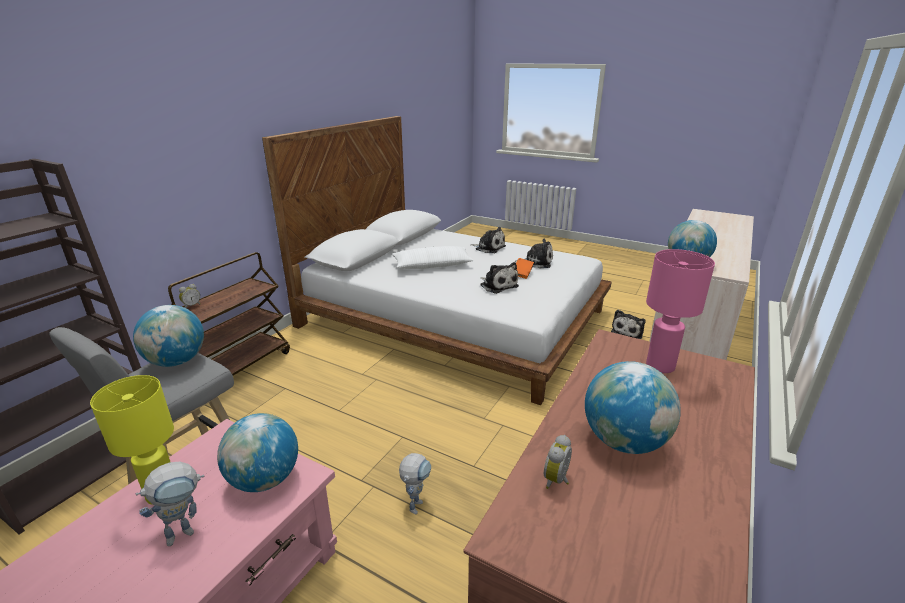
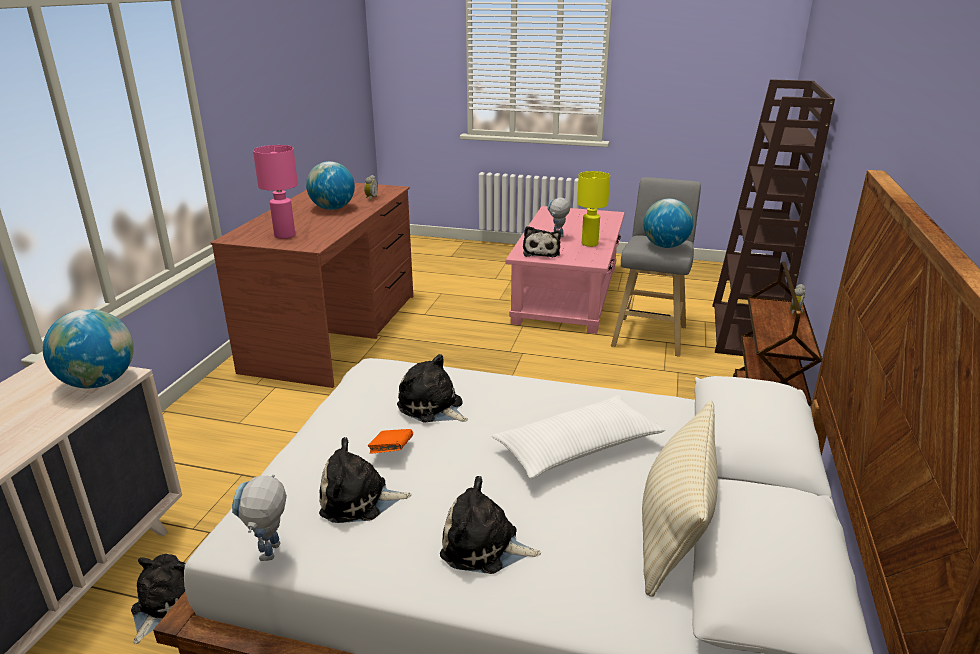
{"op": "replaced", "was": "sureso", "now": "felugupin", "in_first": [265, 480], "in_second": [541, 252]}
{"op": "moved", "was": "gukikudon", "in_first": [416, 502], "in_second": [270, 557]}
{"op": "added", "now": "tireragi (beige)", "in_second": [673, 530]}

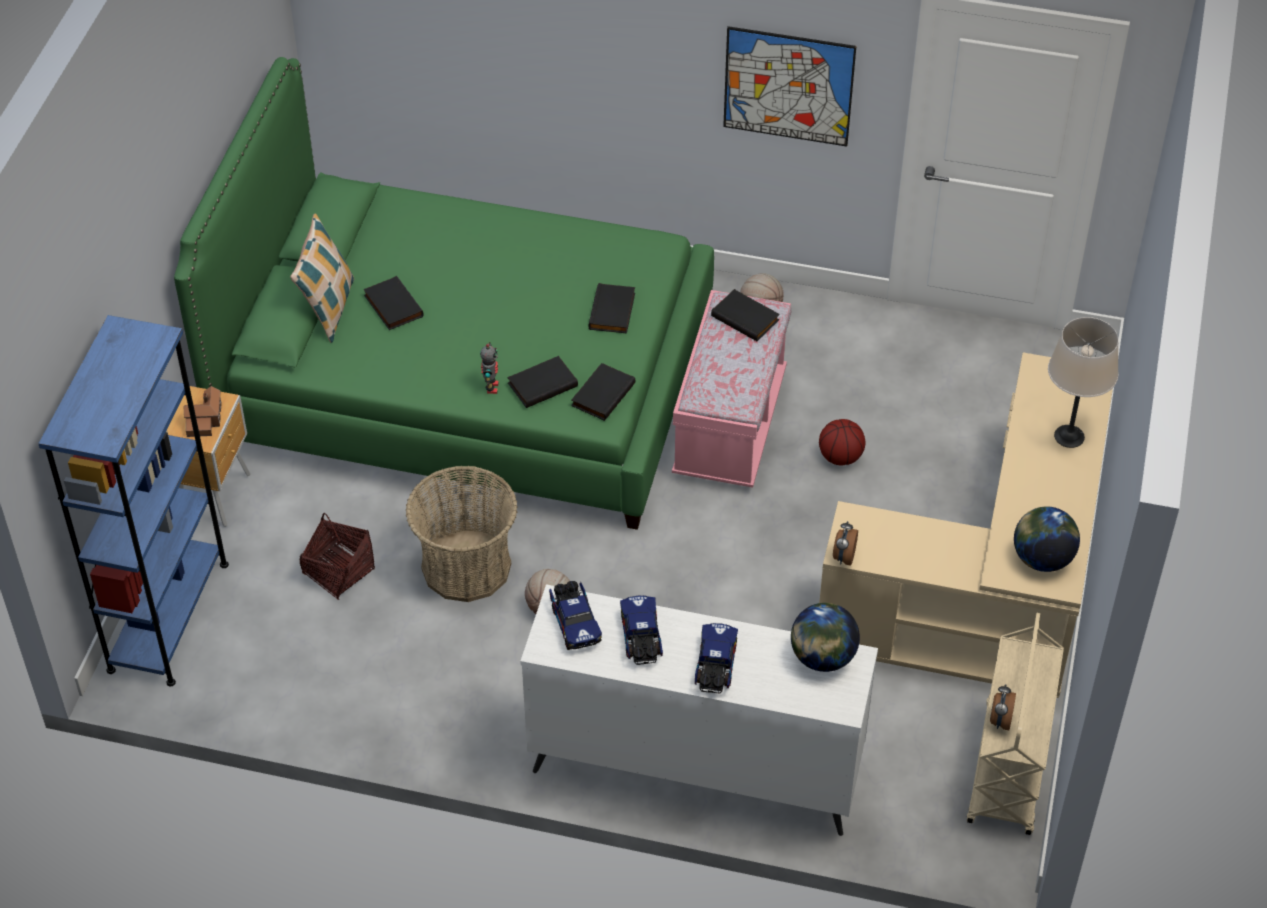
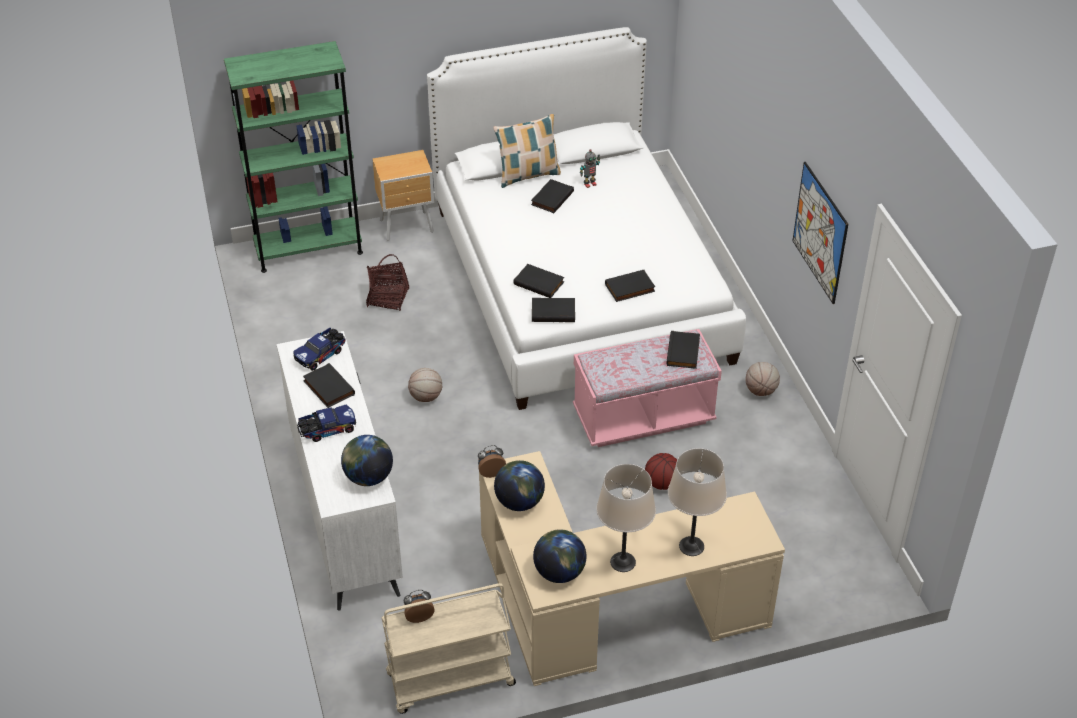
{"op": "recoloured", "was": "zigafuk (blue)", "now": "zigafuk (green)", "in_first": [168, 616], "in_second": [308, 249]}
{"op": "recoloured", "was": "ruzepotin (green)", "now": "ruzepotin (white)", "in_first": [465, 378], "in_second": [579, 283]}
{"op": "removed", "was": "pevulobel", "in_first": [205, 420]}
{"op": "removed", "was": "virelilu", "in_first": [466, 566]}
{"op": "moved", "was": "gukikudon", "in_first": [491, 387], "in_second": [589, 184]}
{"op": "replaced", "was": "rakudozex", "now": "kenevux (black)", "in_first": [641, 639], "in_second": [327, 388]}
{"op": "added", "now": "sureso", "in_second": [519, 502]}
{"op": "added", "now": "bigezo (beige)", "in_second": [623, 562]}

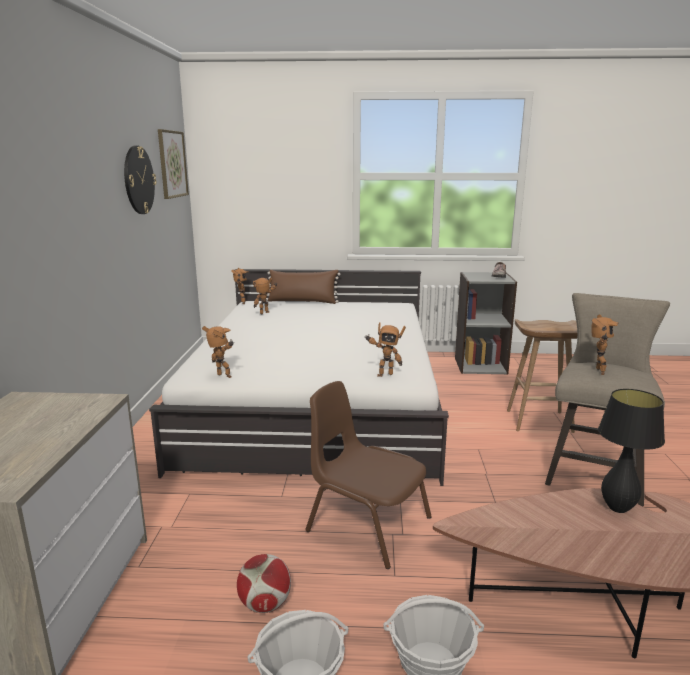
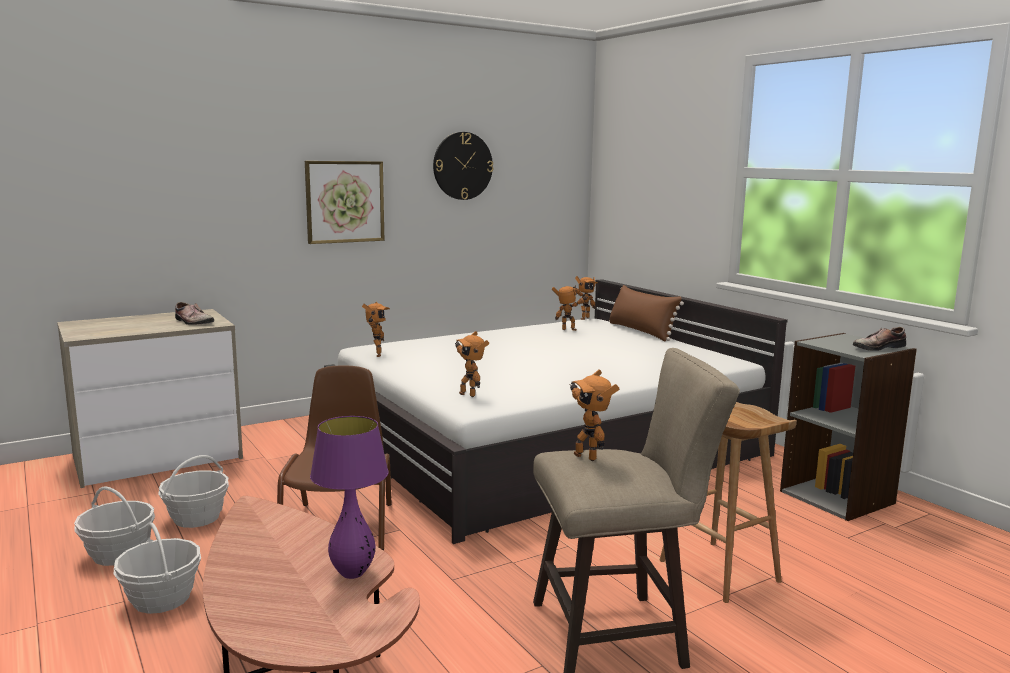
{"op": "moved", "was": "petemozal", "in_first": [172, 164], "in_second": [345, 201]}
{"op": "replaced", "was": "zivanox", "now": "virelilu", "in_first": [265, 604], "in_second": [196, 518]}
{"op": "turned", "was": "gukikudon", "in_first": [597, 371], "in_second": [587, 456], "clockwise": 75}
{"op": "recoloured", "was": "bigezo (black)", "now": "bigezo (purple)", "in_first": [617, 508], "in_second": [353, 573]}
{"op": "added", "now": "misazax", "in_second": [192, 322]}

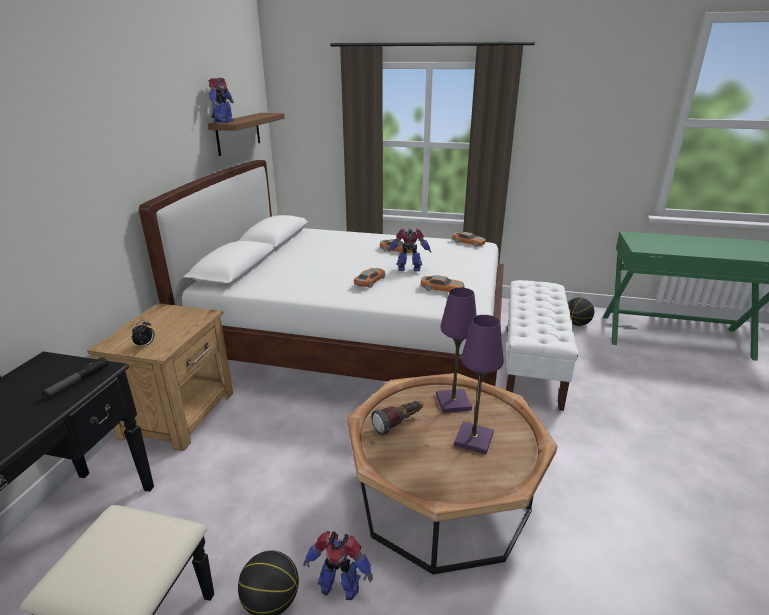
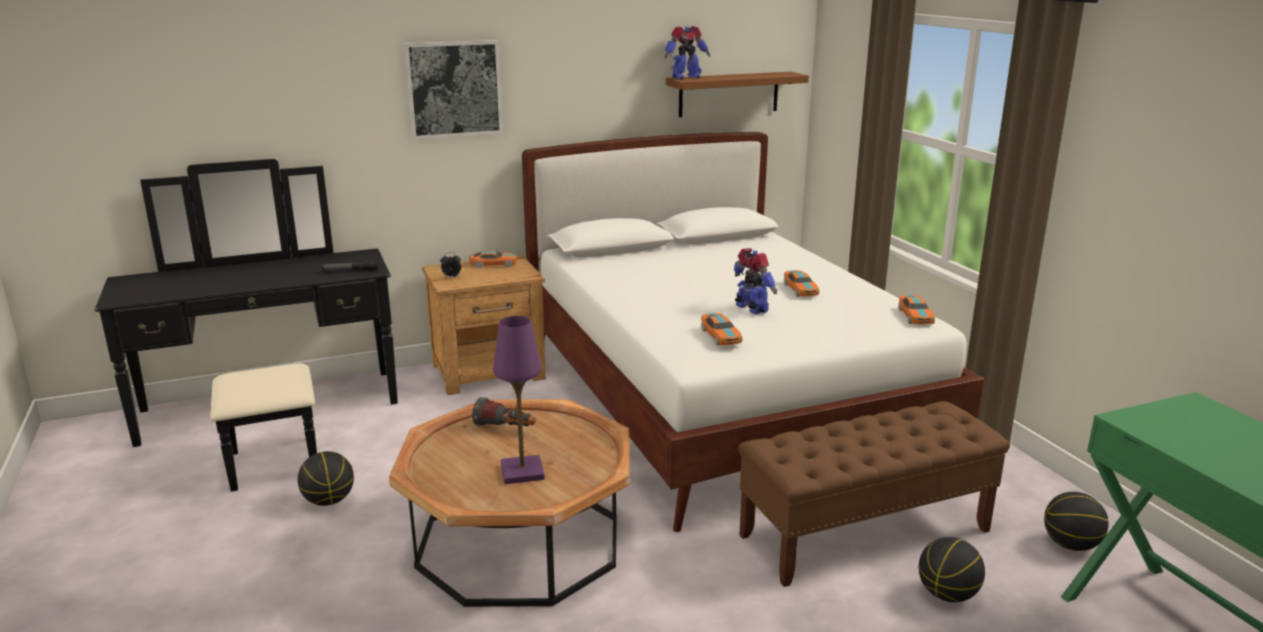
{"op": "removed", "was": "gukikudon", "in_first": [339, 586]}
{"op": "moved", "was": "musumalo", "in_first": [370, 281], "in_second": [493, 264]}
{"op": "removed", "was": "bigezo (purple)", "in_first": [453, 402]}
{"op": "recoloured", "was": "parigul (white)", "now": "parigul (brown)", "in_first": [531, 365], "in_second": [865, 533]}
{"op": "added", "now": "petemozal", "in_second": [454, 89]}
{"op": "added", "now": "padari", "in_second": [948, 595]}

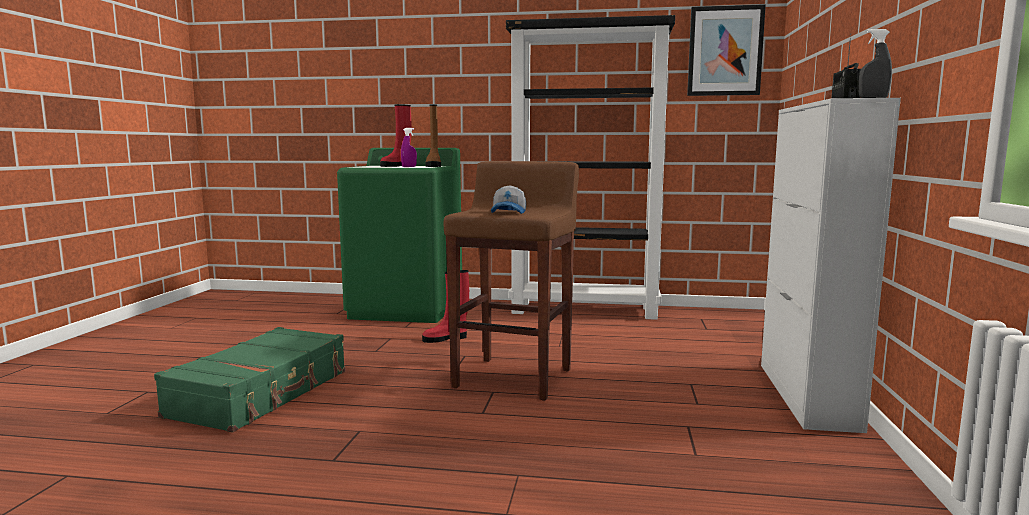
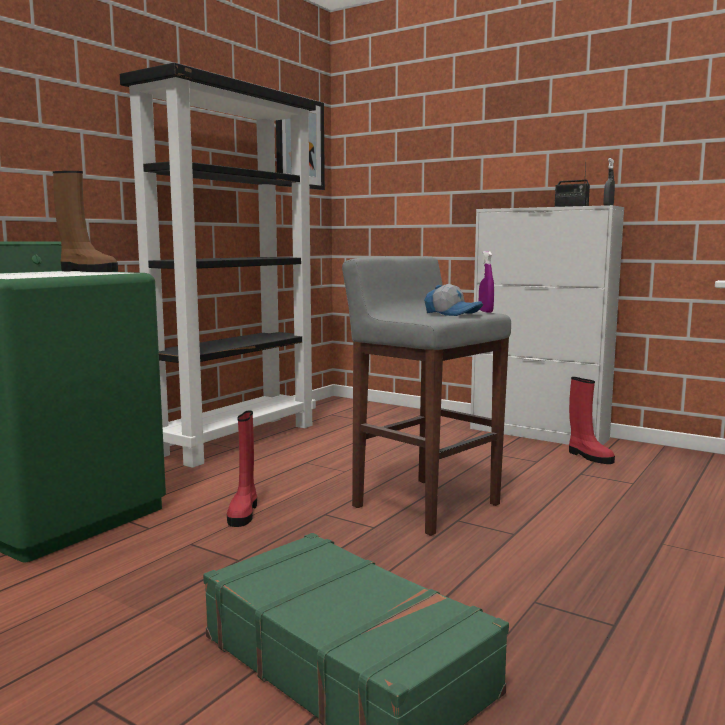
{"op": "moved", "was": "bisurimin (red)", "in_first": [397, 166], "in_second": [588, 456]}
{"op": "moved", "was": "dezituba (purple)", "in_first": [409, 167], "in_second": [485, 311]}
{"op": "recoloured", "was": "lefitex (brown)", "now": "lefitex (grey)", "in_first": [514, 378], "in_second": [424, 505]}

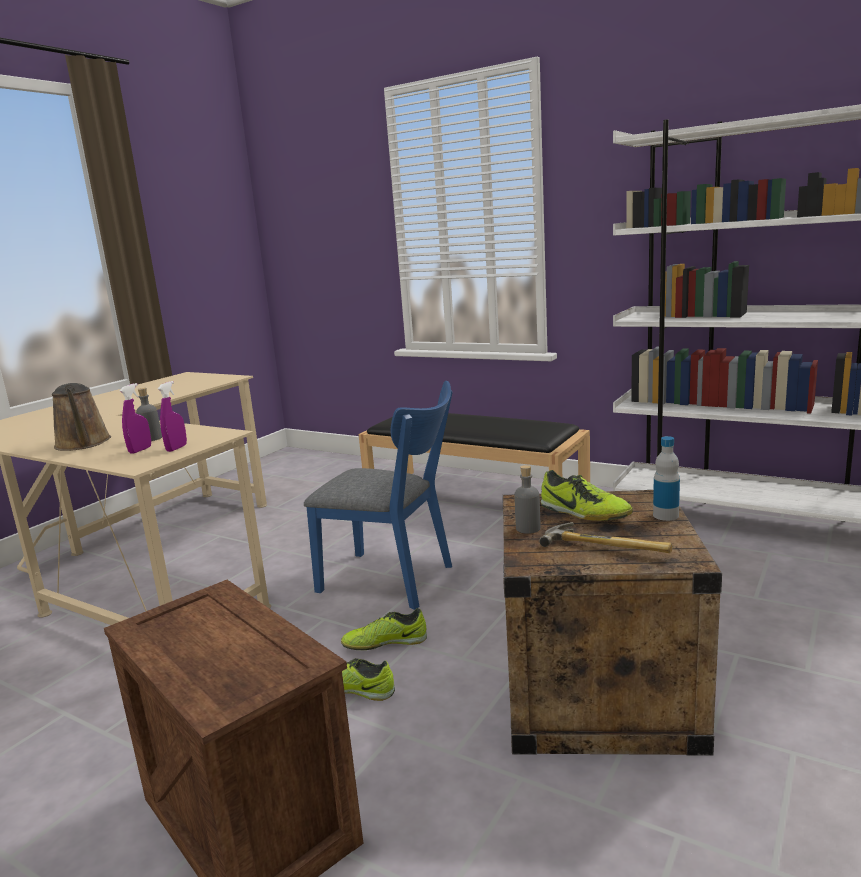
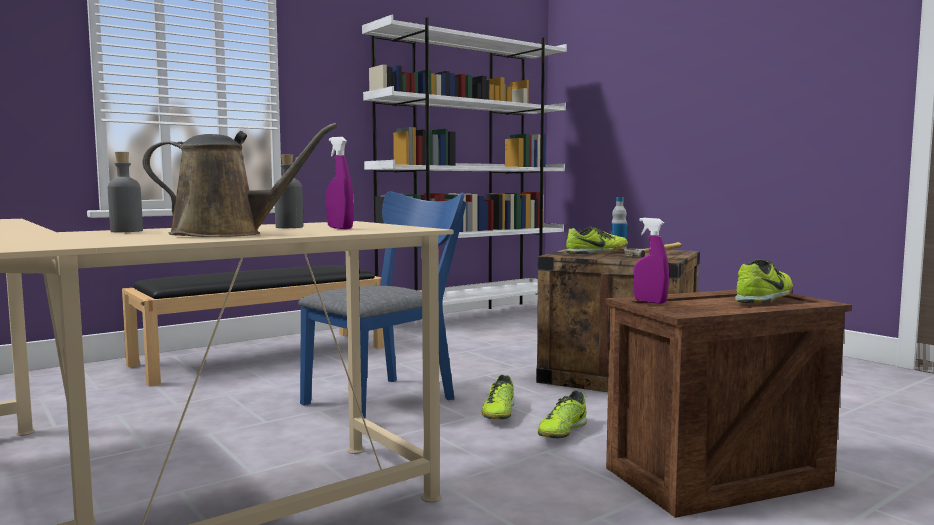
{"op": "moved", "was": "dezituba (purple)", "in_first": [176, 448], "in_second": [650, 302]}
{"op": "moved", "was": "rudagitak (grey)", "in_first": [528, 528], "in_second": [126, 231]}
{"op": "added", "now": "misazax", "in_second": [764, 297]}

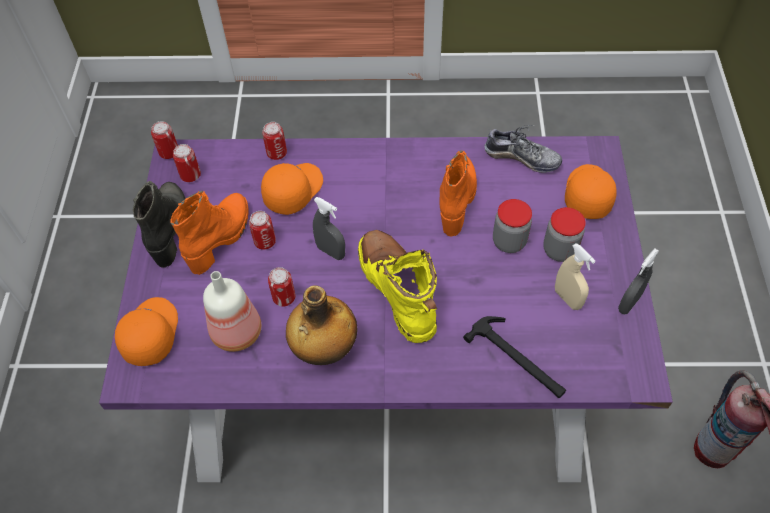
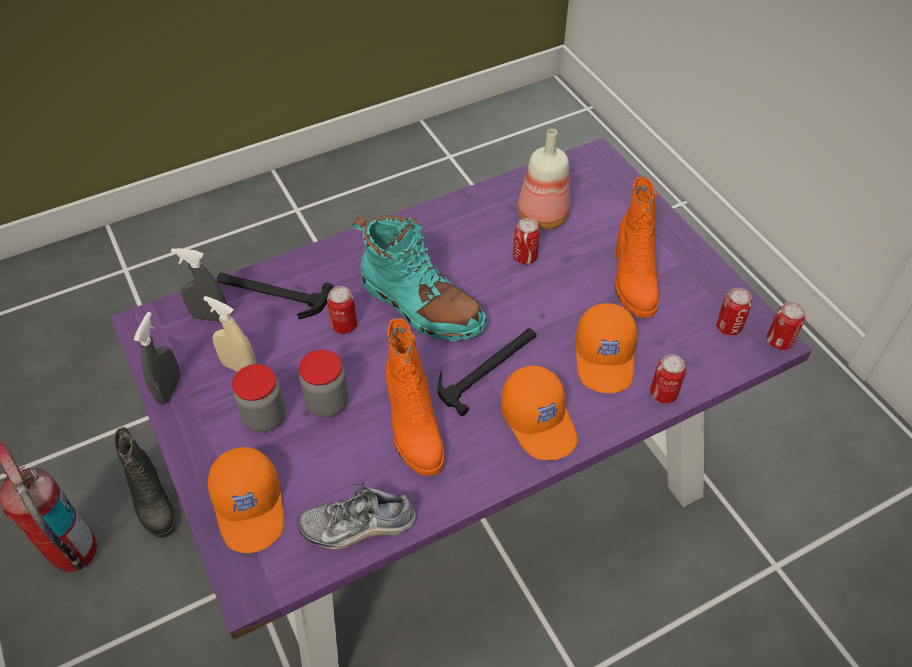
{"op": "moved", "was": "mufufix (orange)", "in_first": [149, 334], "in_second": [540, 421]}
{"op": "moved", "was": "bisurimin (black)", "in_first": [170, 228], "in_second": [152, 503]}
{"op": "moved", "was": "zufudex", "in_first": [265, 241], "in_second": [344, 325]}
{"op": "removed", "was": "rudagitak", "in_first": [324, 348]}
{"op": "moved", "was": "dezituba (grey)", "in_first": [331, 251], "in_second": [210, 317]}
{"op": "recoloured", "was": "bisurimin (yellow)", "now": "bisurimin (turquoise)", "in_first": [398, 290], "in_second": [421, 305]}
{"op": "added", "now": "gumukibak", "in_second": [488, 367]}

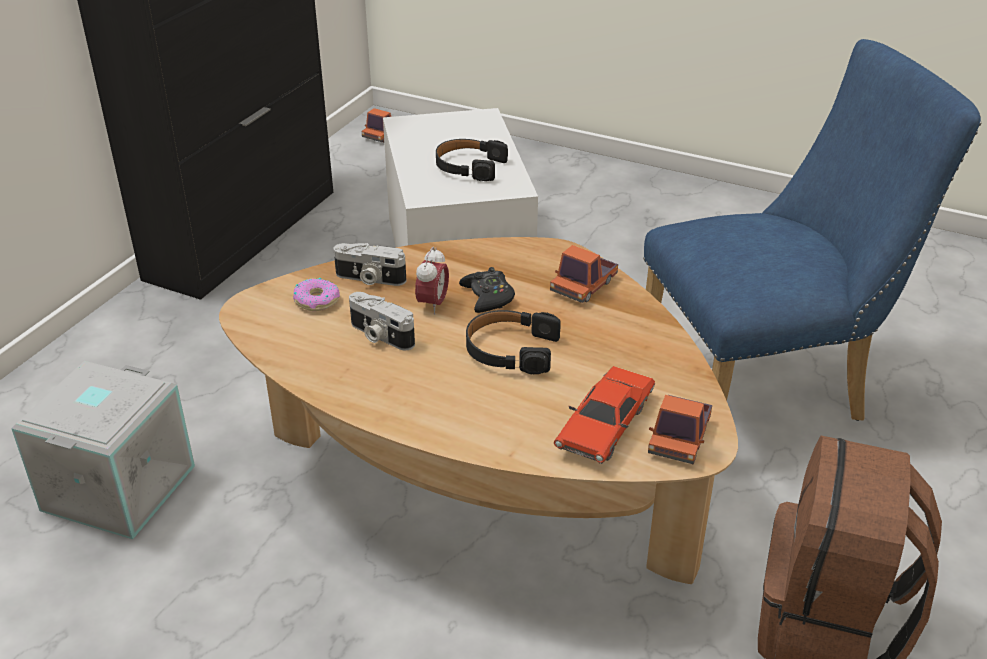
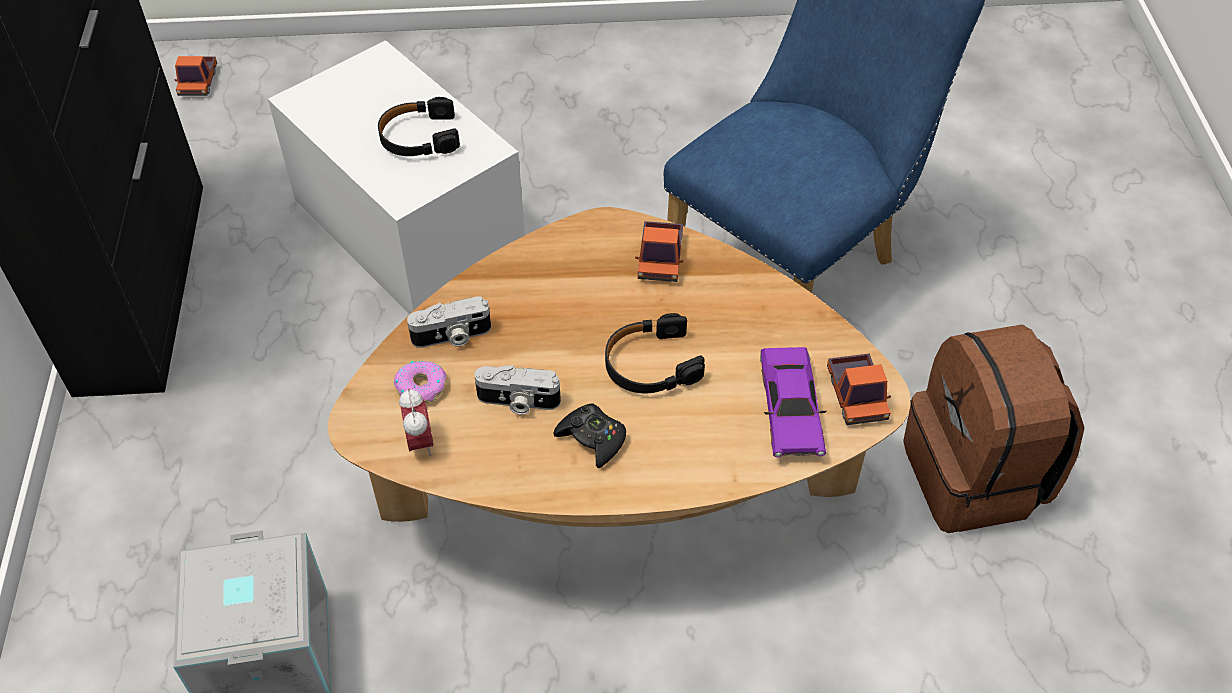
{"op": "moved", "was": "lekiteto", "in_first": [433, 304], "in_second": [420, 442]}
{"op": "moved", "was": "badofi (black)", "in_first": [488, 297], "in_second": [592, 439]}
{"op": "recoloured", "was": "musumalo (red)", "now": "musumalo (purple)", "in_first": [605, 425], "in_second": [789, 410]}

